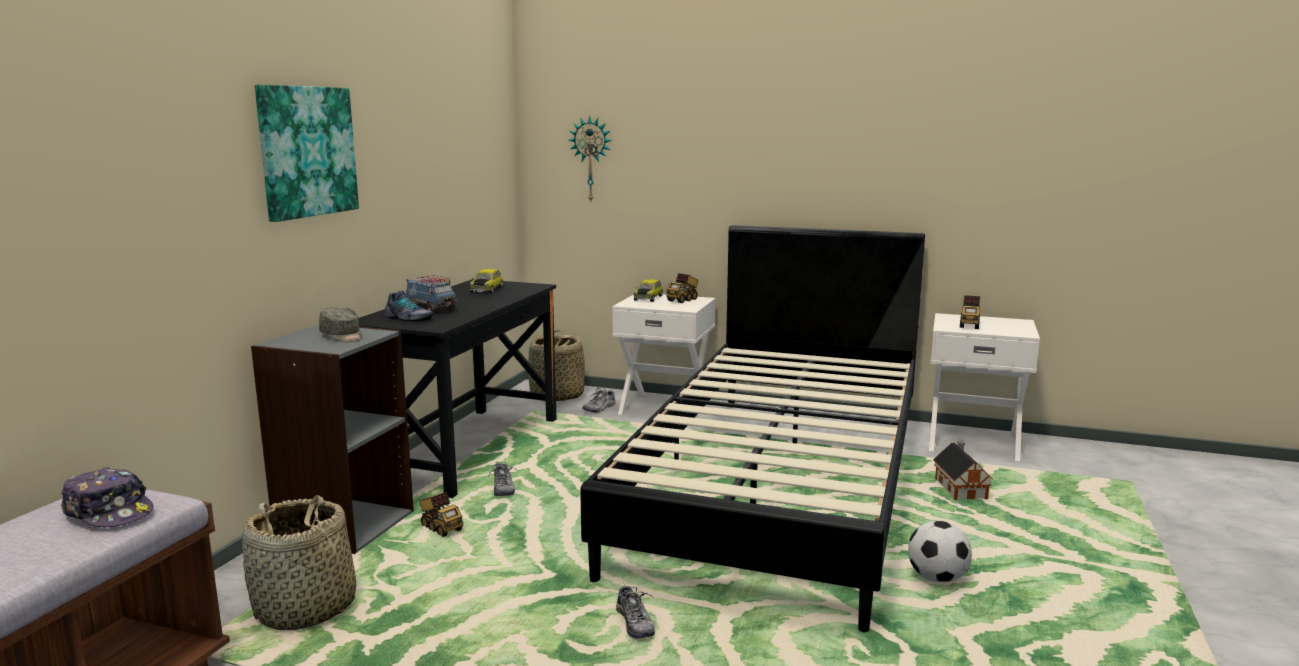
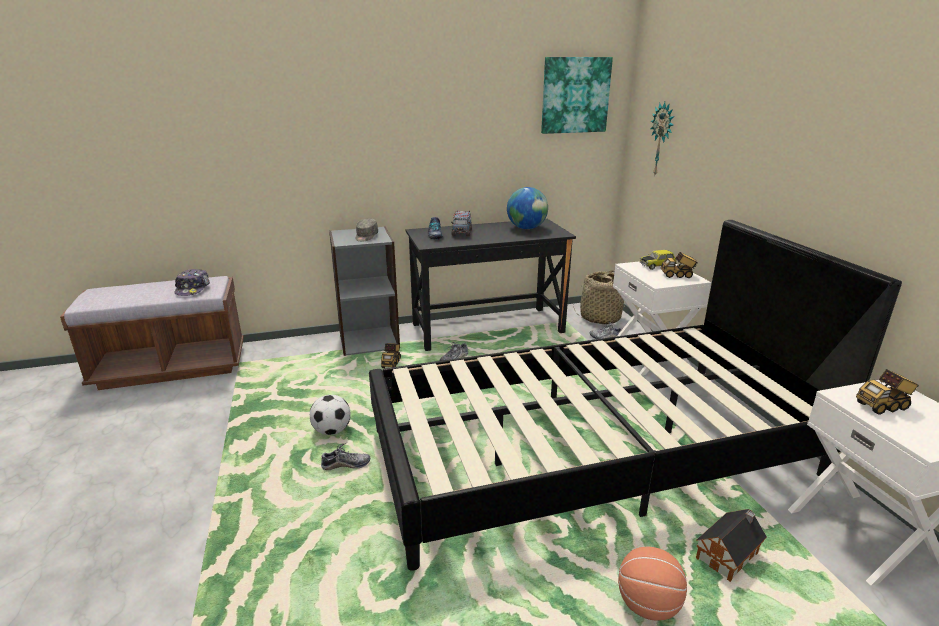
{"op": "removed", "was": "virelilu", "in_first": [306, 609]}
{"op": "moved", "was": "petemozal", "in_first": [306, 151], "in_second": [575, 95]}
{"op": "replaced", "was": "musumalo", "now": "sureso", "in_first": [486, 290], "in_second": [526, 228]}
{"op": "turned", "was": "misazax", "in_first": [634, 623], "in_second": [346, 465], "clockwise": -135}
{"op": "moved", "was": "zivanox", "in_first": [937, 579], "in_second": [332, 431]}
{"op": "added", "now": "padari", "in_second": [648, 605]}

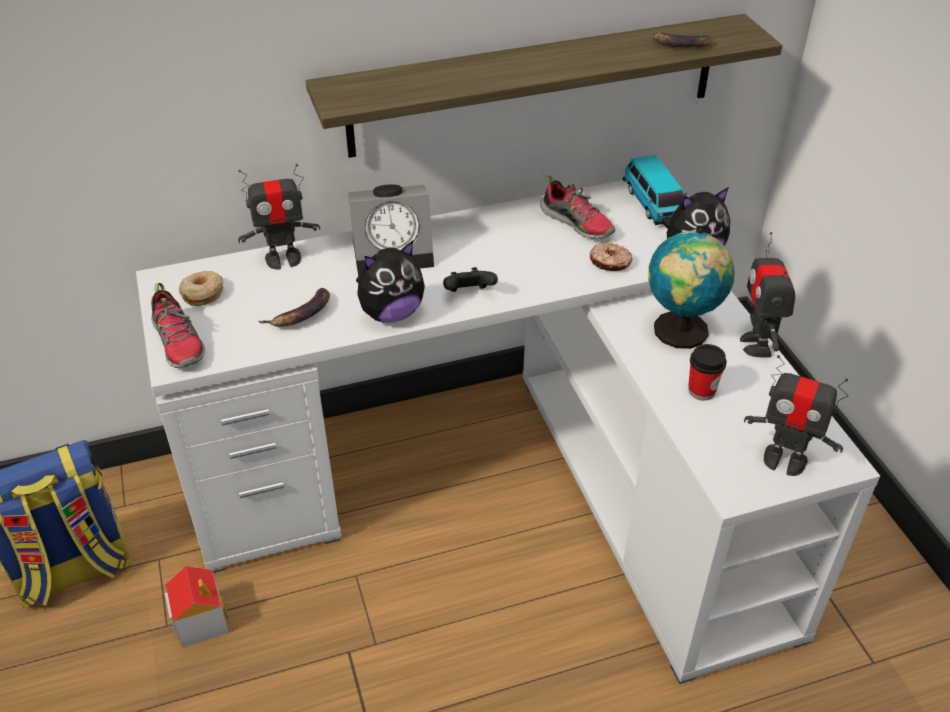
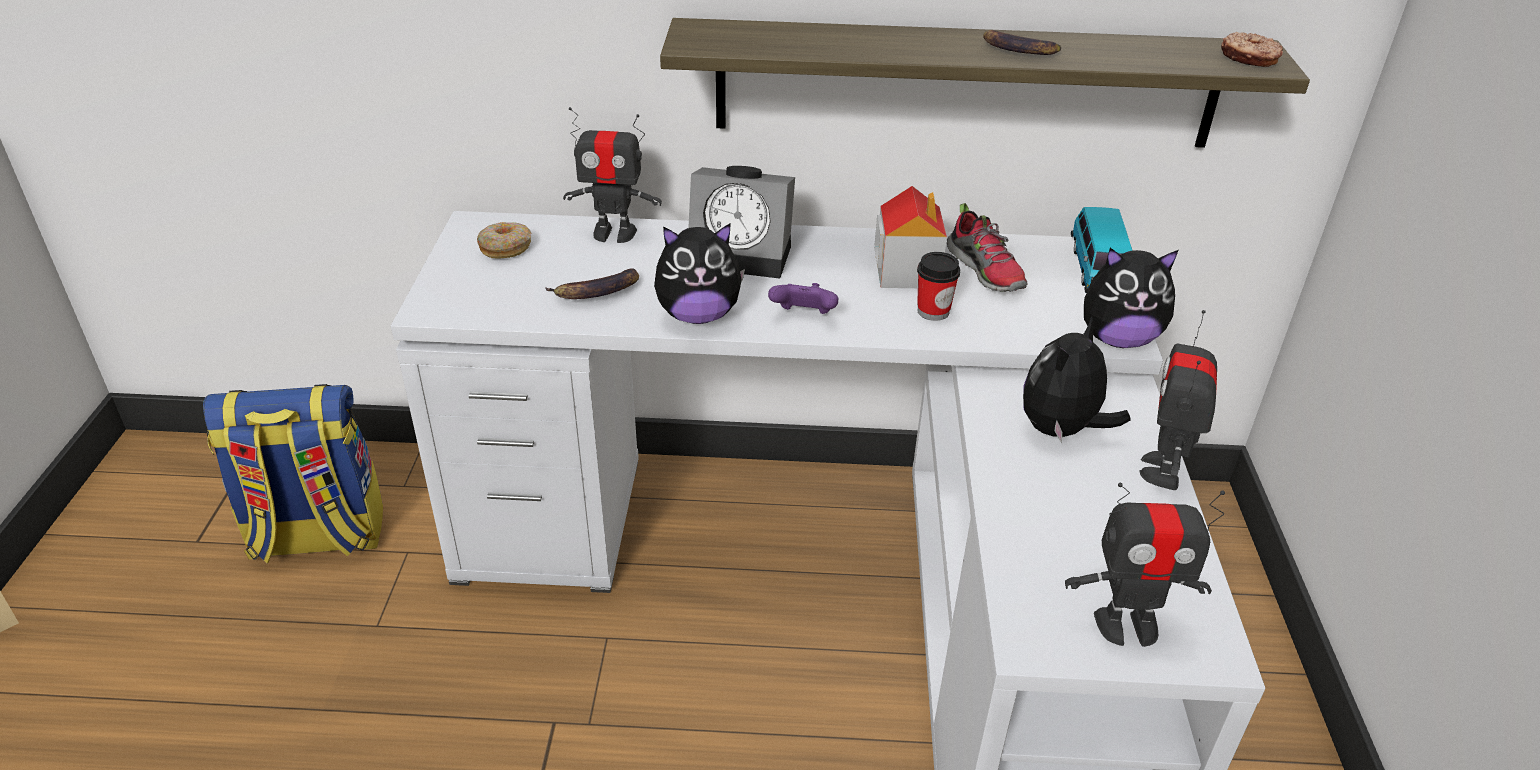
{"op": "removed", "was": "misazax", "in_first": [179, 343]}
{"op": "moved", "was": "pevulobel", "in_first": [201, 620], "in_second": [907, 271]}
{"op": "recoloured", "was": "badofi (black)", "now": "badofi (purple)", "in_first": [469, 294], "in_second": [803, 316]}
{"op": "moved", "was": "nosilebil", "in_first": [610, 262], "in_second": [1248, 58]}
{"op": "replaced", "was": "sureso", "now": "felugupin", "in_first": [680, 333], "in_second": [1061, 430]}
{"op": "moved", "was": "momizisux", "in_first": [681, 44], "in_second": [1018, 49]}
{"op": "moved", "was": "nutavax", "in_first": [701, 391], "in_second": [933, 311]}
{"op": "turned", "was": "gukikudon", "in_first": [784, 460], "in_second": [1127, 625], "clockwise": -45}

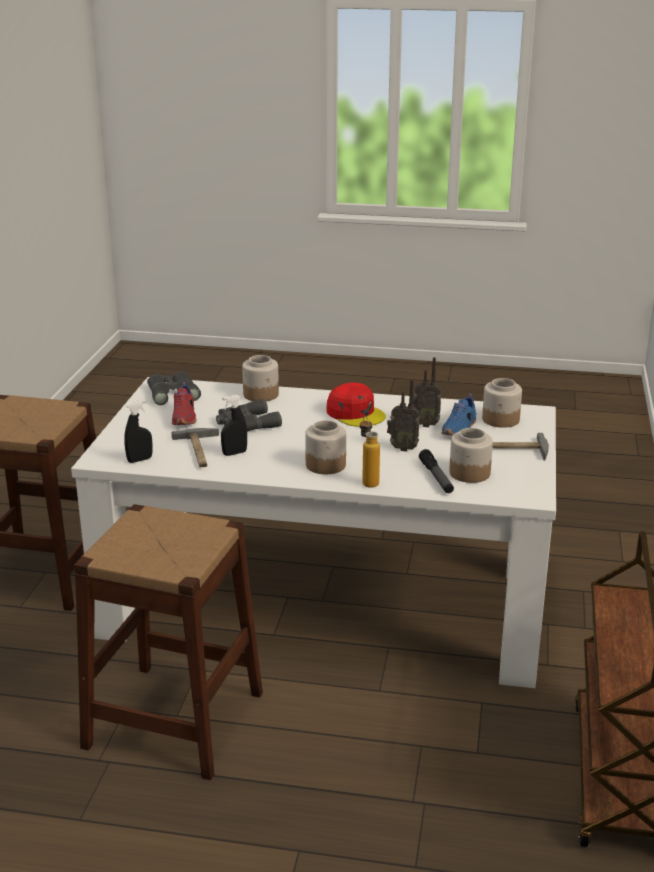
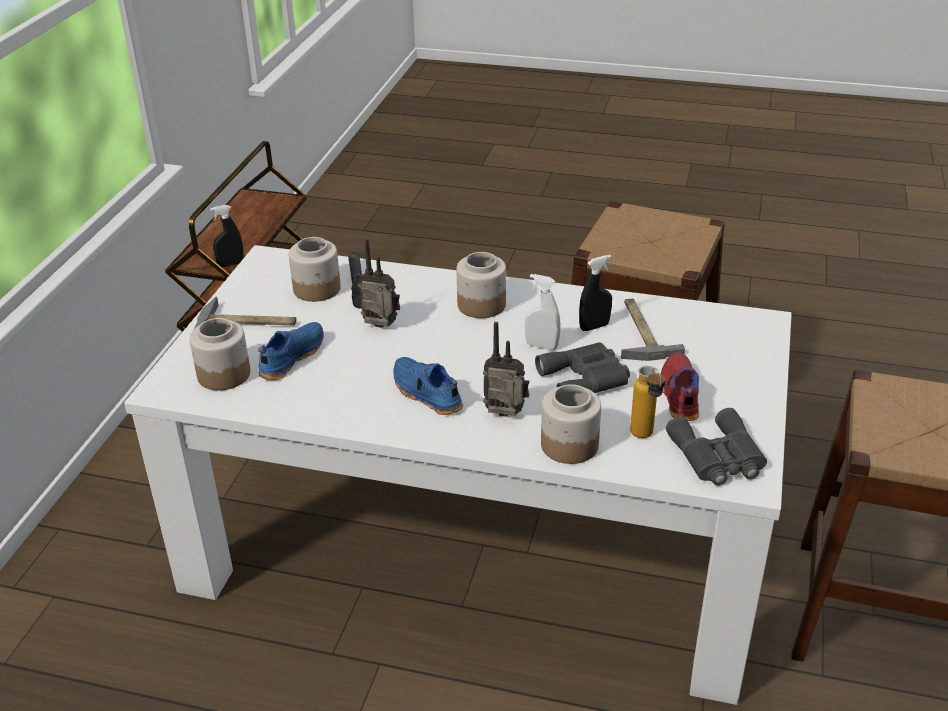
{"op": "moved", "was": "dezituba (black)", "in_first": [139, 460], "in_second": [231, 264]}
{"op": "replaced", "was": "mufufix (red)", "now": "misazax (blue)", "in_first": [355, 413], "in_second": [425, 394]}
{"op": "moved", "was": "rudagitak", "in_first": [368, 481], "in_second": [645, 438]}
{"op": "moved", "was": "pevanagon", "in_first": [424, 424], "in_second": [505, 417]}
{"op": "added", "now": "dezituba (white)", "in_second": [541, 346]}

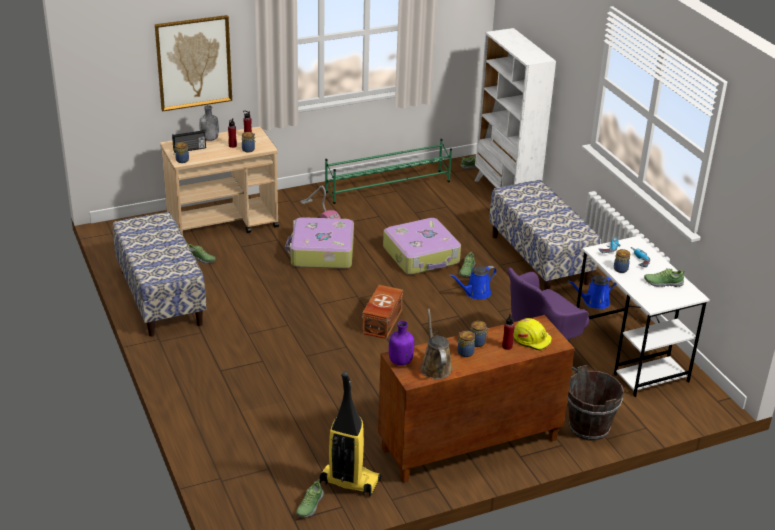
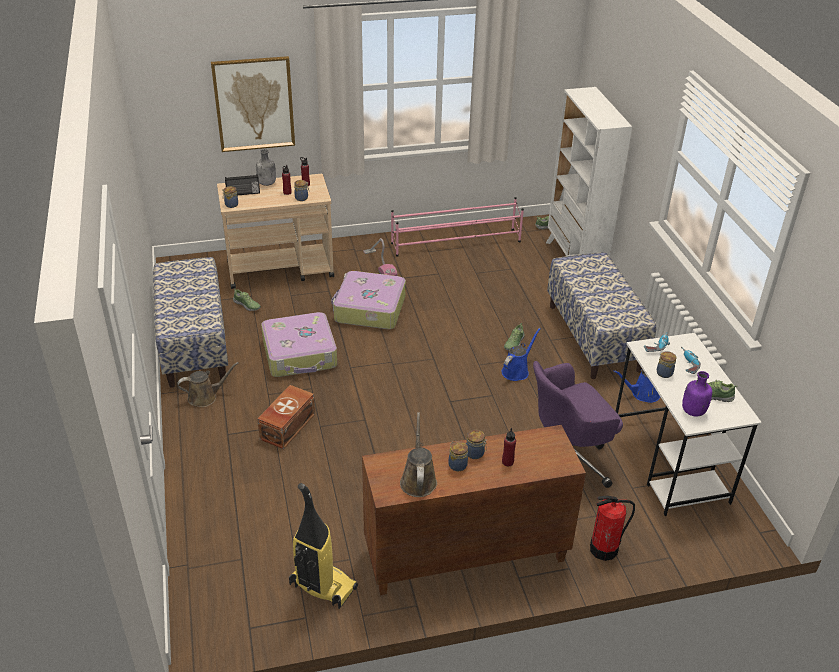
{"op": "removed", "was": "misazax", "in_first": [309, 505]}
{"op": "recoloured", "was": "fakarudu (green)", "now": "fakarudu (pink)", "in_first": [388, 187], "in_second": [456, 242]}
{"op": "moved", "was": "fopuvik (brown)", "in_first": [381, 322], "in_second": [286, 427]}
{"op": "moved", "was": "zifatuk", "in_first": [422, 256], "in_second": [300, 354]}
{"op": "moved", "was": "rudagitak (purple)", "in_first": [400, 361], "in_second": [692, 411]}
{"op": "turned", "was": "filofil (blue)", "in_first": [475, 293], "in_second": [516, 370], "clockwise": 150}
{"op": "removed", "was": "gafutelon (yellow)", "in_first": [532, 339]}
{"op": "replaced", "was": "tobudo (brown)", "now": "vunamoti", "in_first": [588, 427], "in_second": [604, 549]}
{"op": "added", "now": "filofil (brown)", "in_second": [205, 397]}

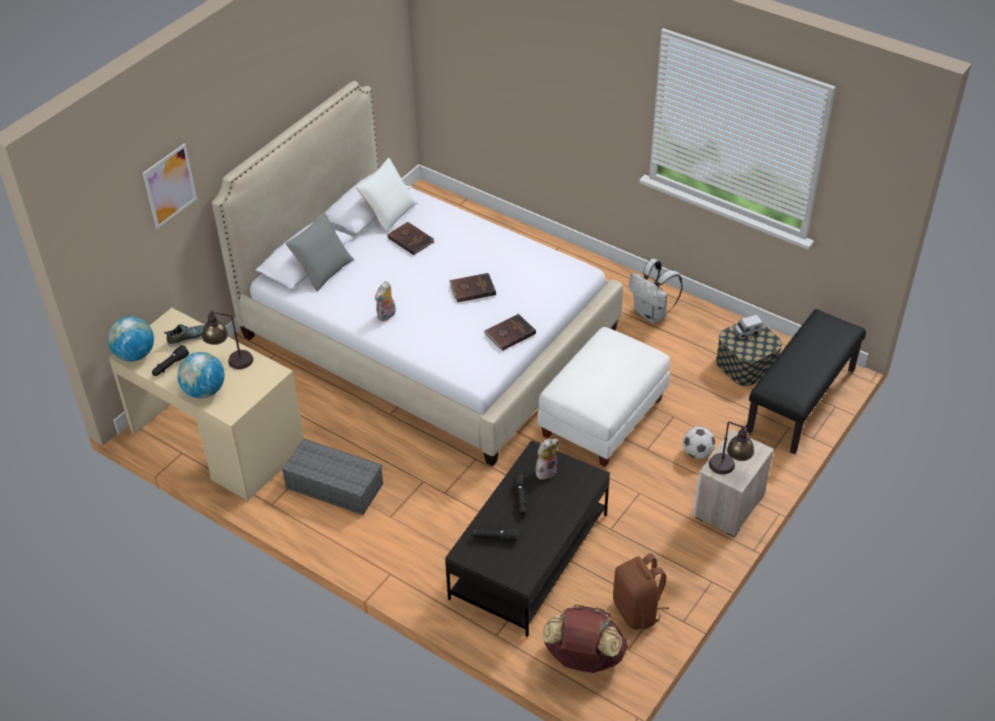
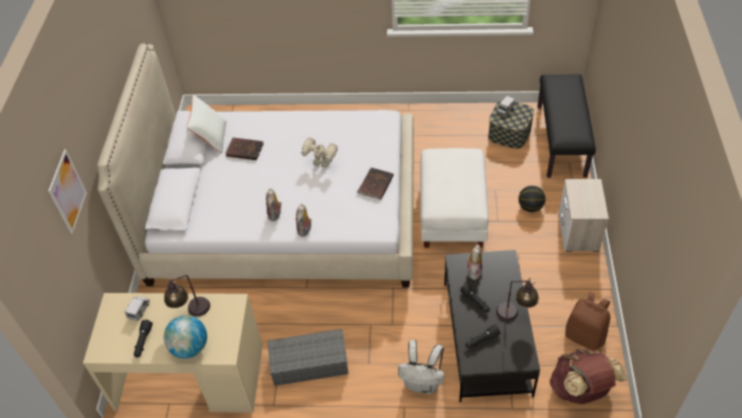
{"op": "removed", "was": "sureso", "in_first": [135, 355]}
{"op": "replaced", "was": "misazax", "now": "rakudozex", "in_first": [188, 337], "in_second": [139, 310]}
{"op": "removed", "was": "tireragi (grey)", "in_first": [322, 269]}
{"op": "replaced", "was": "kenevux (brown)", "now": "gukikudon", "in_first": [472, 289], "in_second": [321, 165]}
{"op": "moved", "was": "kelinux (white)", "in_first": [652, 314], "in_second": [422, 383]}
{"op": "replaced", "was": "zivanox", "now": "padari", "in_first": [697, 453], "in_second": [530, 207]}
{"op": "moved", "was": "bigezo", "in_first": [729, 470], "in_second": [515, 314]}
{"op": "added", "now": "felugupin", "in_second": [305, 230]}

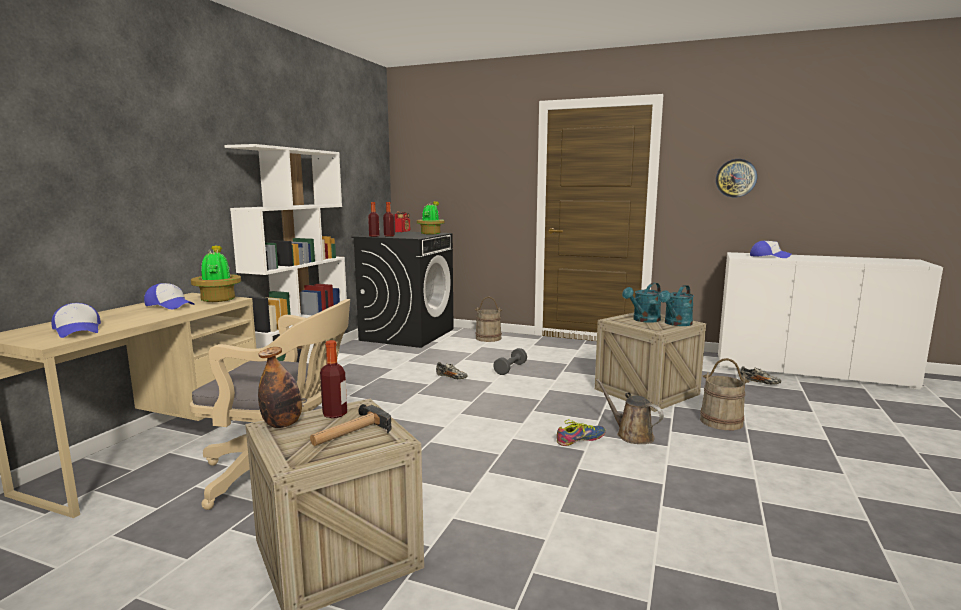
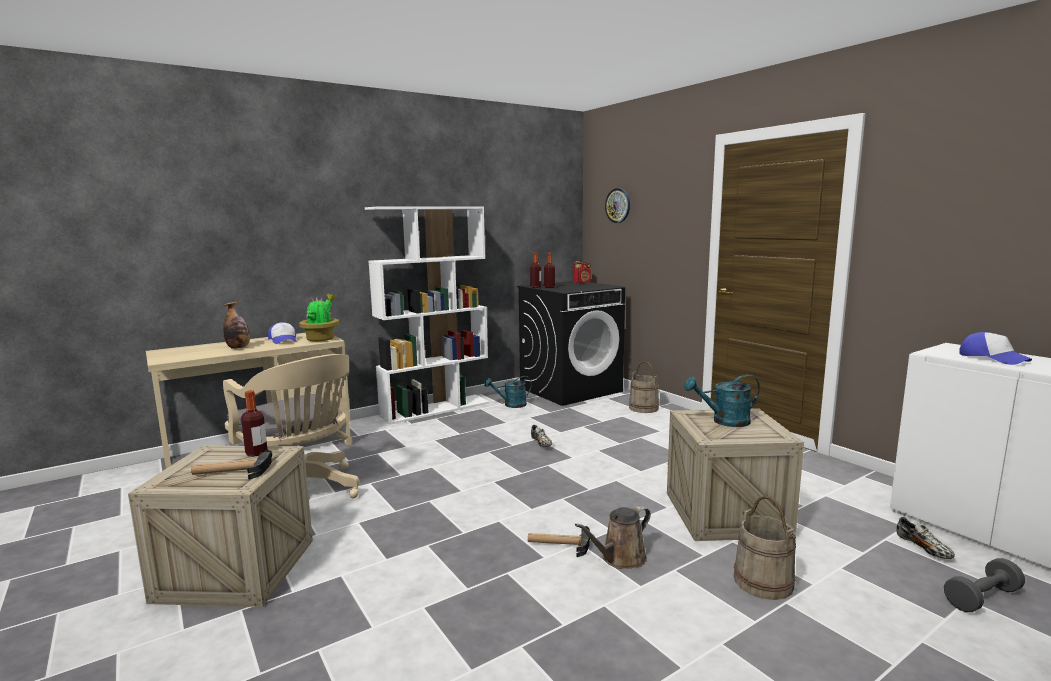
{"op": "removed", "was": "mufufix", "in_first": [78, 331]}
{"op": "moved", "was": "rudagitak", "in_first": [282, 424], "in_second": [238, 348]}
{"op": "removed", "was": "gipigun", "in_first": [431, 233]}
{"op": "moved", "was": "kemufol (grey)", "in_first": [510, 369], "in_second": [982, 598]}
{"op": "replaced", "was": "misazax", "now": "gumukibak", "in_first": [580, 439], "in_second": [558, 544]}
{"op": "turned", "was": "filofil (brown)", "in_first": [631, 435], "in_second": [620, 558], "clockwise": -120}
{"op": "moved", "was": "filofil (turquoise)", "in_first": [676, 324], "in_second": [511, 405]}
{"op": "moved", "was": "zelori", "in_first": [736, 178], "in_second": [618, 205]}

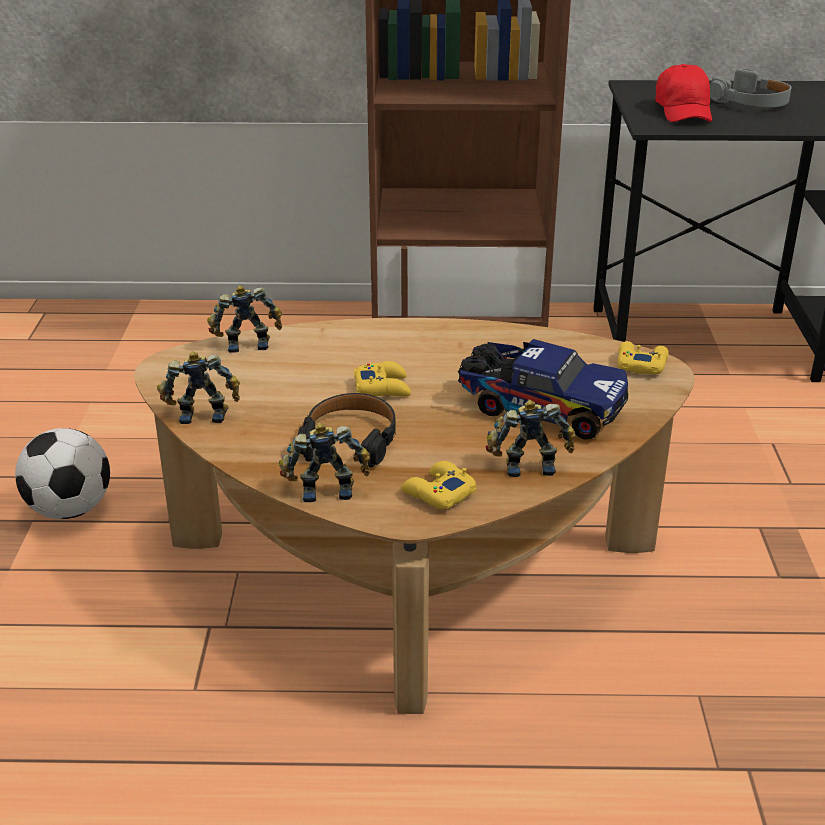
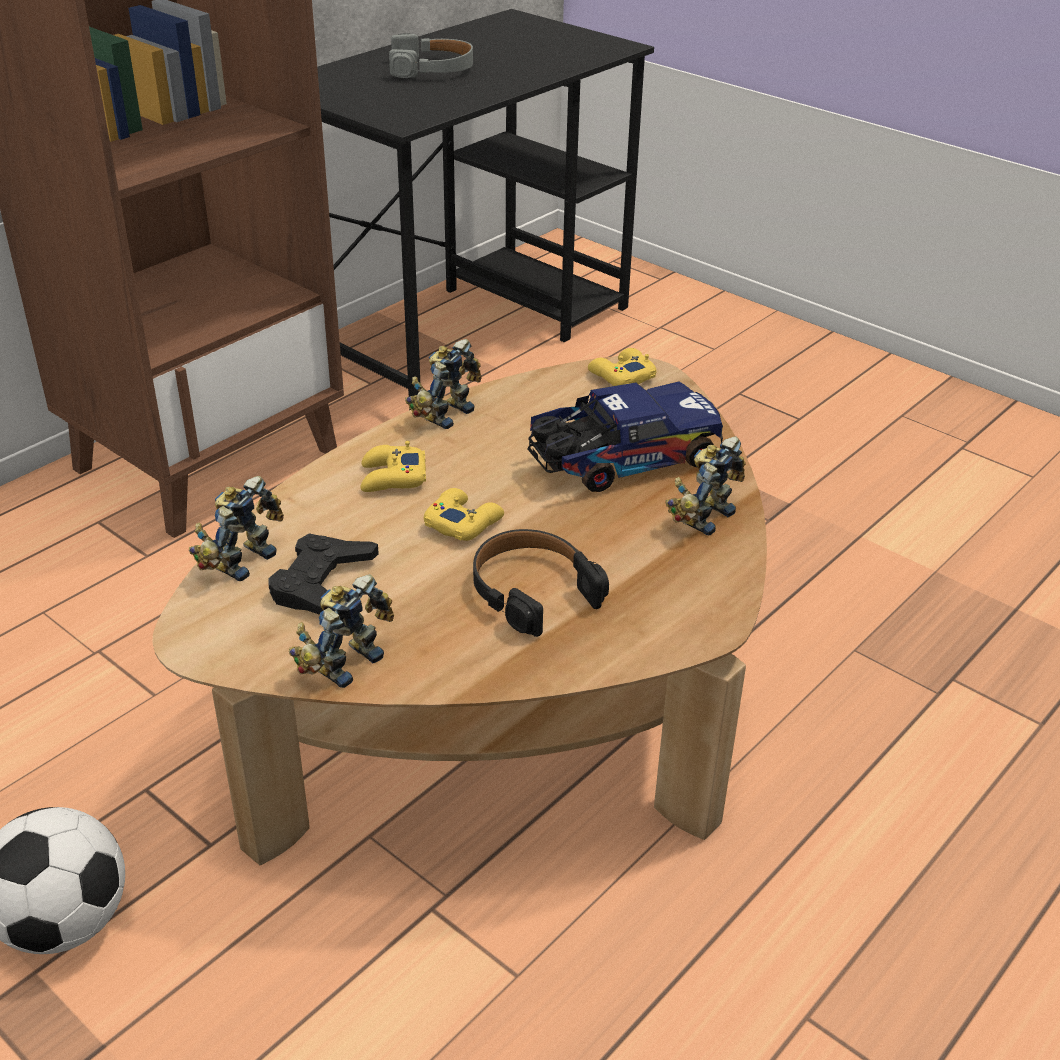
{"op": "moved", "was": "gukikudon", "in_first": [325, 489], "in_second": [444, 414]}
{"op": "moved", "was": "badofi (yellow)", "in_first": [438, 493], "in_second": [392, 477]}
{"op": "removed", "was": "mufufix (red)", "in_first": [683, 111]}
{"op": "added", "now": "badofi (black)", "in_second": [322, 582]}

